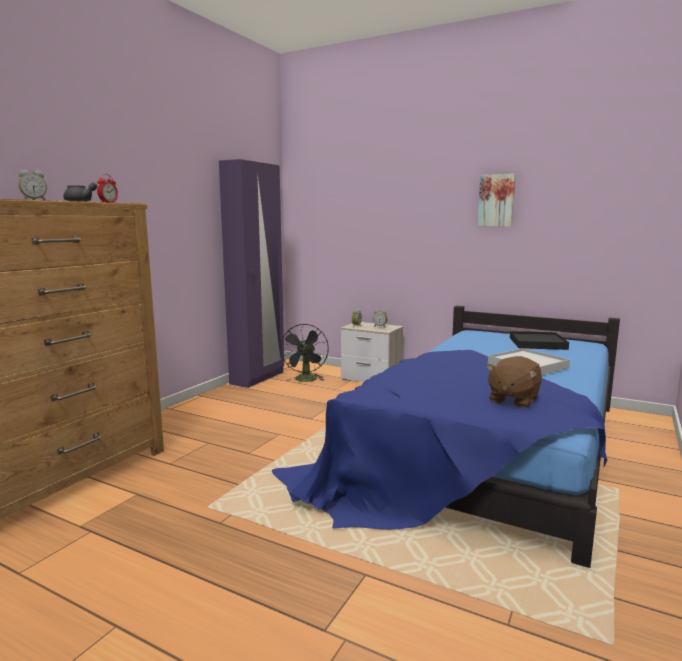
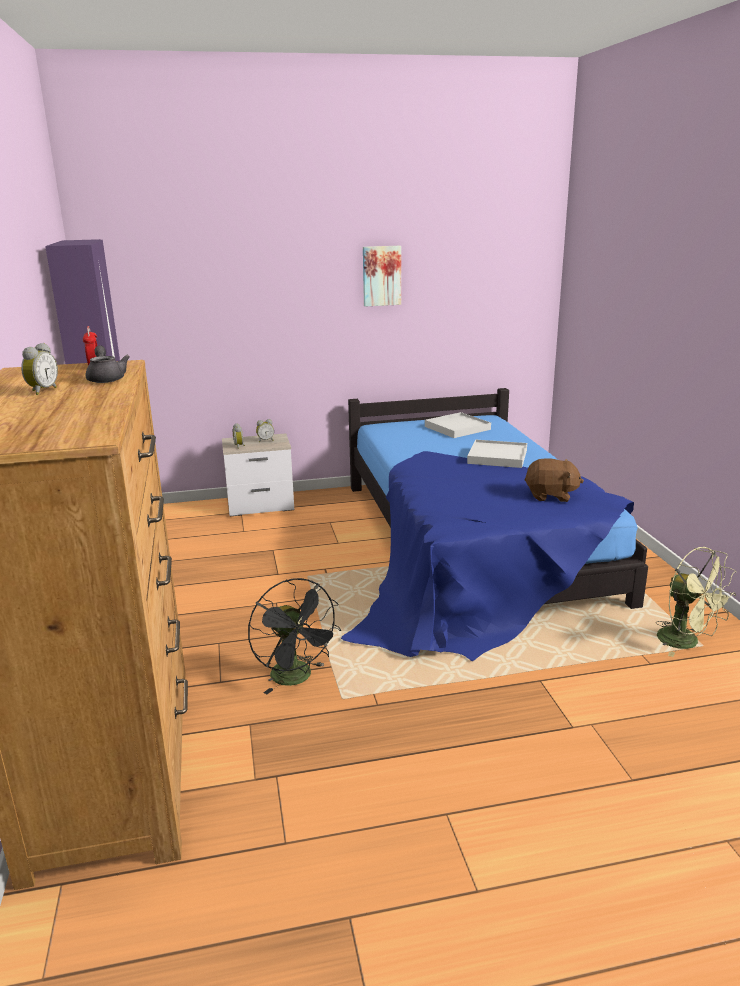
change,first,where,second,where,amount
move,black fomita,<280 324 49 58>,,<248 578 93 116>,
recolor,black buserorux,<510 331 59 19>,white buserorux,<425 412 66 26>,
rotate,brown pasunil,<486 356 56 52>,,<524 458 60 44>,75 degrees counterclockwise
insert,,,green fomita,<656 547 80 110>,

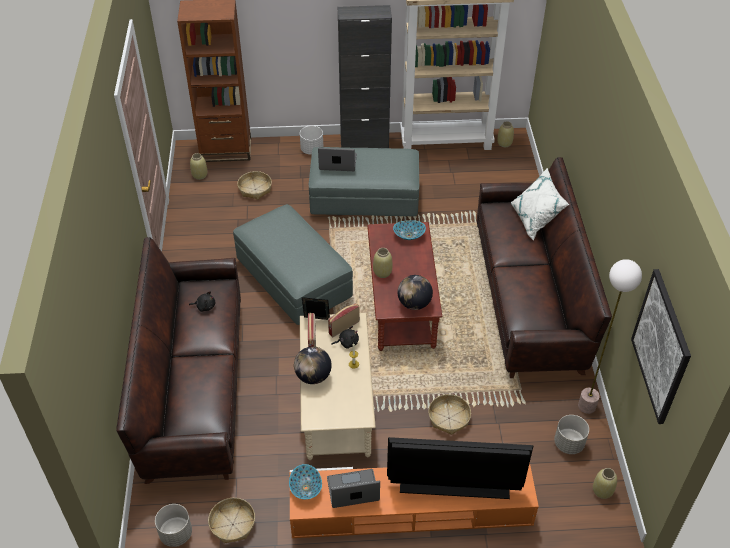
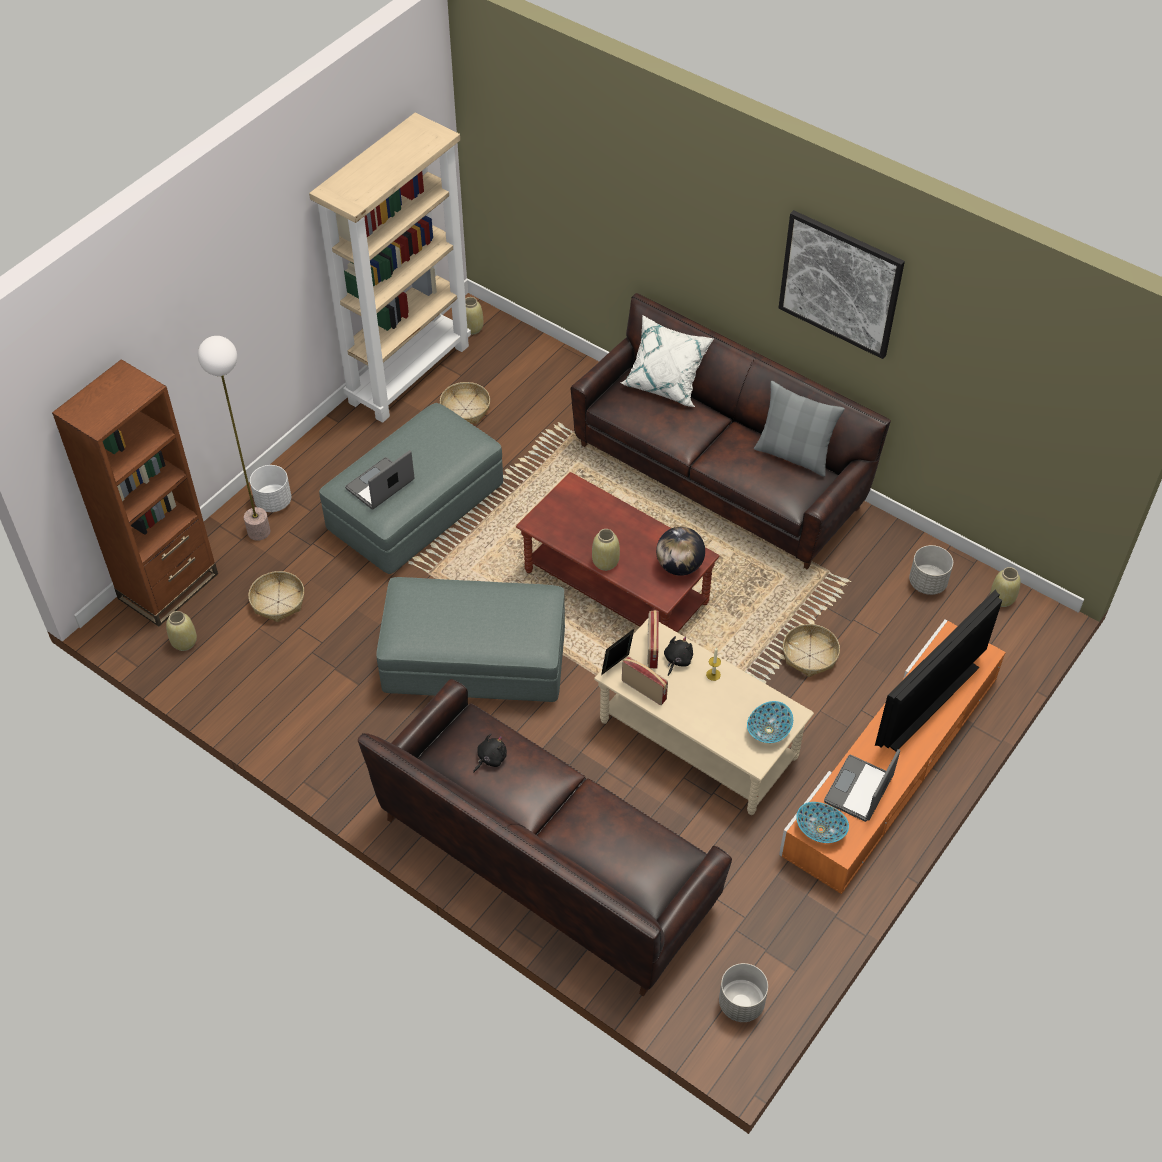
change,first,where,second,where,amount
move,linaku,<578 259 64 155>,,<198 336 72 205>,
move,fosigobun,<208 498 47 45>,,<440 382 50 42>,
move,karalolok,<393 220 33 20>,,<747 701 46 42>,
insert,,,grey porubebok,<754 381 91 96>,
move,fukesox,<631 269 60 155>,,<778 210 127 149>,
delete,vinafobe,<294 346 38 38>,,,
delete,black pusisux,<338 5 54 143>,,,

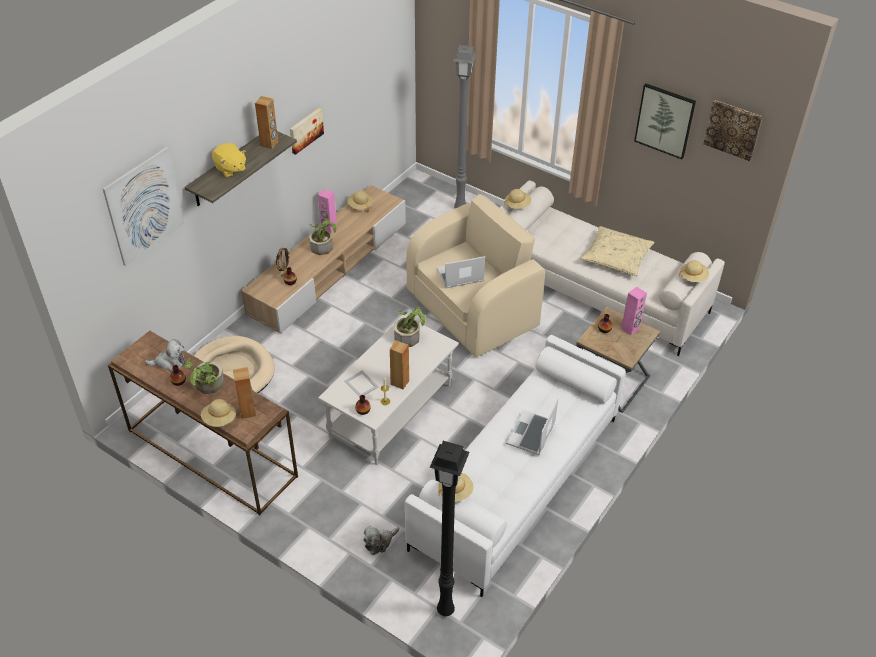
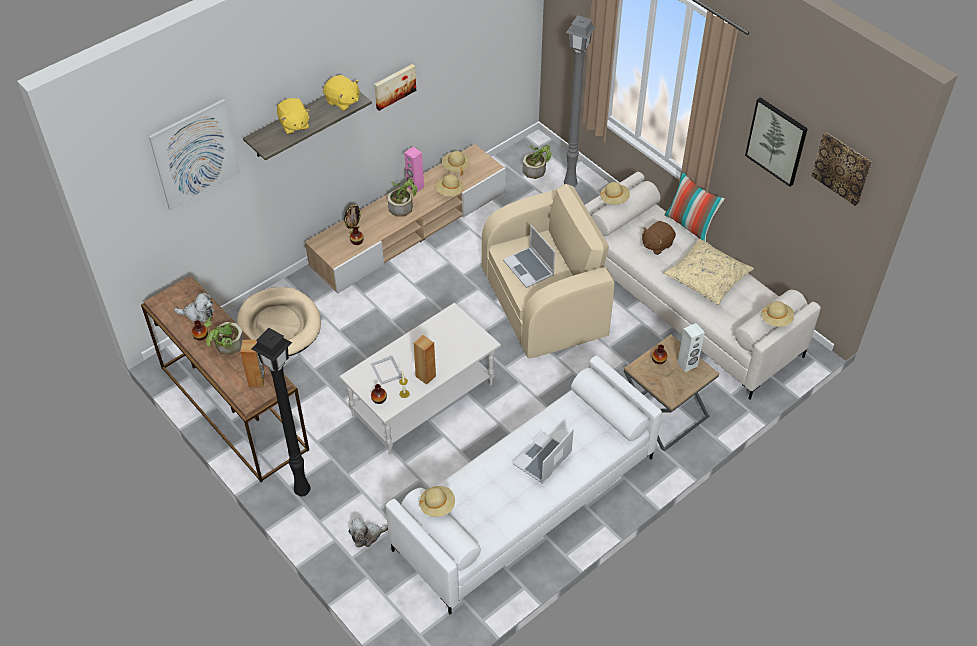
change,first,where,second,where,amount
move,black linaku,<430 441 40 176>,,<252 328 59 168>,
replace,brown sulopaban,<255 96 23 53>,yellow pasunil,<323 75 36 36>,
move,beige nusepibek,<201 399 35 28>,,<435 174 29 22>,
rotate,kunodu,<437 256 48 32>,,<503 225 52 63>,120 degrees counterclockwise
move,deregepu,<394 307 32 40>,,<523 144 29 35>,
insert,,,brown pasunil,<642 221 34 34>,
insert,,,porubebok,<664 171 61 71>,
recolor,pink sulopaban,<621 287 26 48>,white sulopaban,<677 323 28 49>,

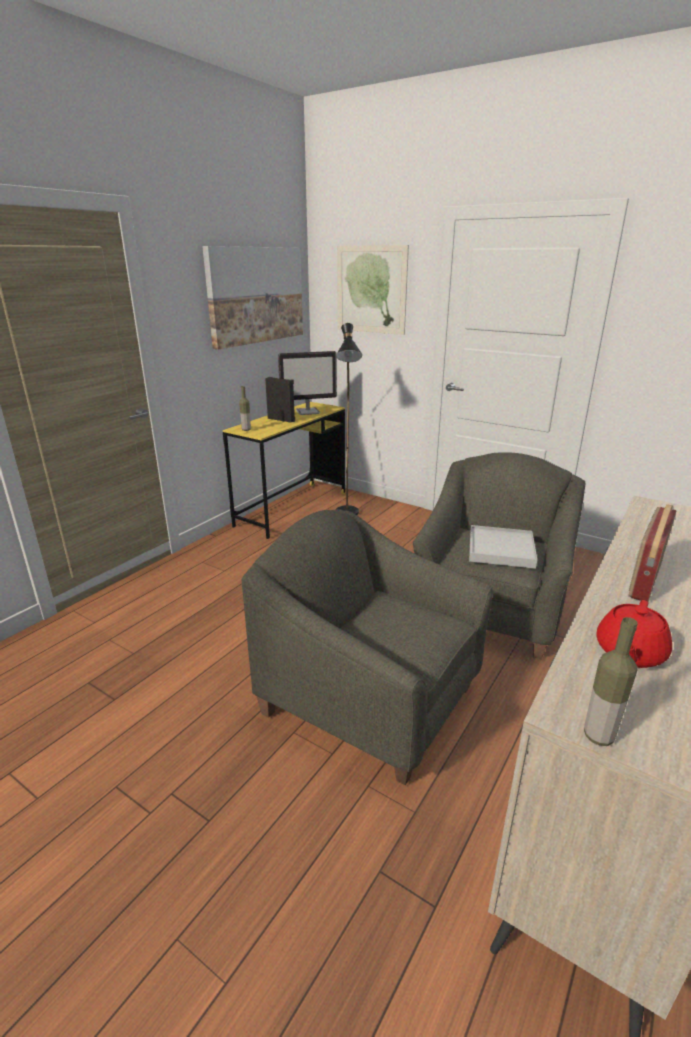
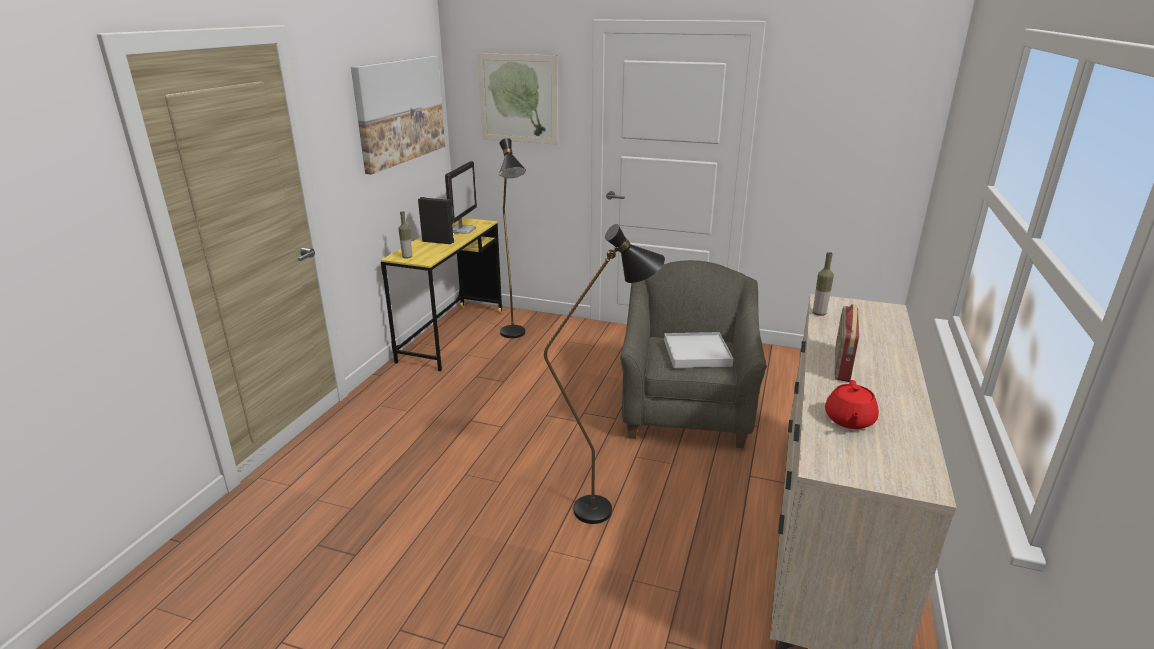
change,first,where,second,where,amount
rotate,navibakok,<278 351 59 64>,,<445 161 32 73>,45 degrees counterclockwise
replace,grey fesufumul,<241 509 252 276>,black linaku,<544 224 121 300>,
move,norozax,<584 617 54 129>,,<813 252 21 64>,

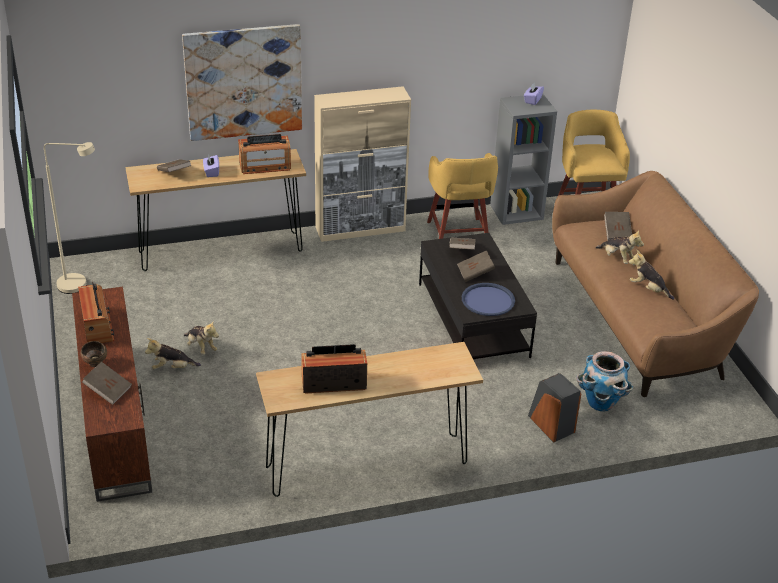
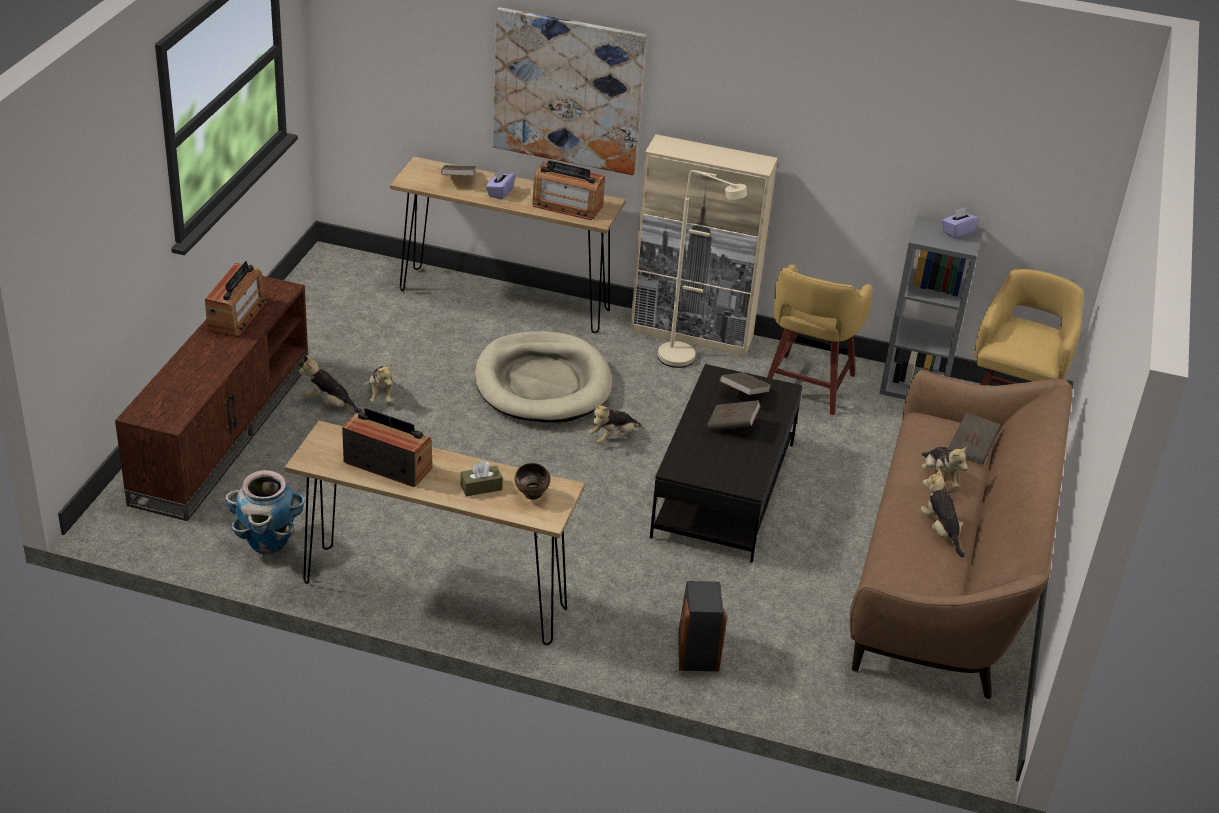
change,first,where,second,where,amount
move,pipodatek,<576 351 57 61>,,<225 470 80 84>,
insert,,,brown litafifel,<460 461 43 35>,
insert,,,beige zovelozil,<475 331 137 92>,
move,brown karalolok,<81 341 26 26>,,<514 463 36 37>,
insert,,,pasunil,<589 405 52 39>,
move,beige linaku,<44 142 51 152>,,<658 170 89 198>,
delete,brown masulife,<82 362 50 43>,,,
delete,blue buserorux,<462 283 53 33>,,,

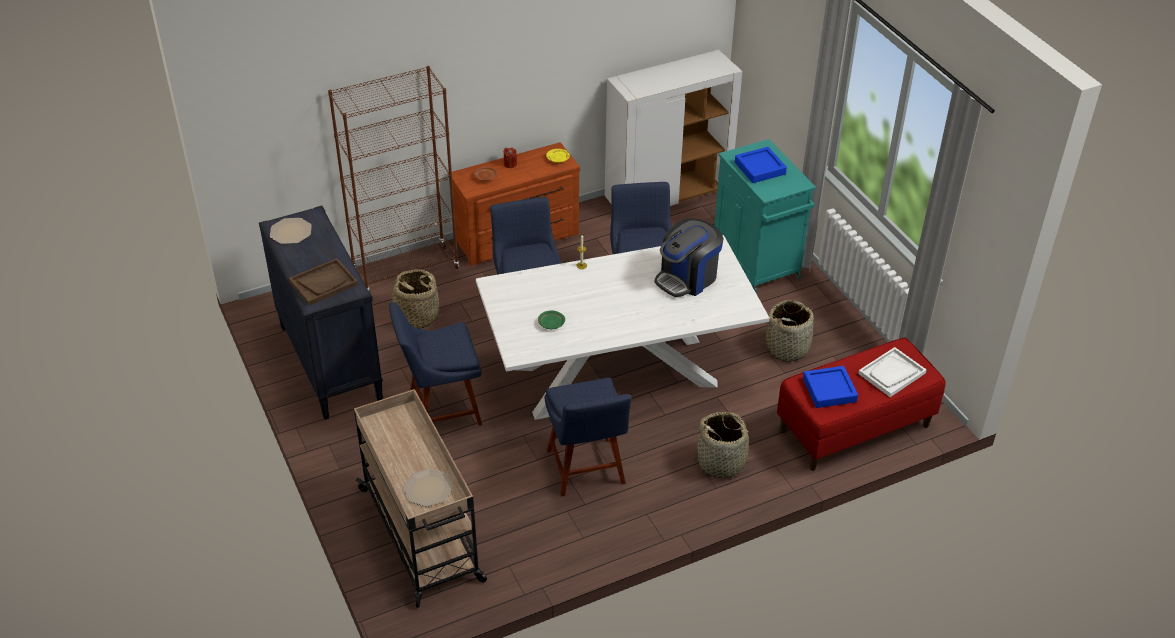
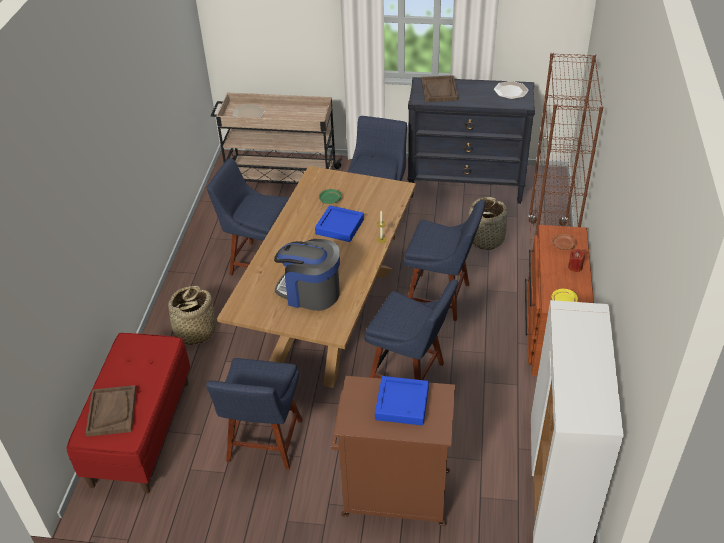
change,first,where,second,where,amount
recolor,white buserorux,<858 347 69 50>,brown buserorux,<86 385 50 52>,
replace,fosigobun,<766 300 52 62>,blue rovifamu,<206 358 97 112>,
recolor,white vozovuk,<476 235 294 185>,brown vozovuk,<217 166 199 222>,
rotate,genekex,<654 218 70 79>,,<274 239 66 72>,60 degrees counterclockwise
move,blue buserorux,<803 366 55 42>,,<315 205 49 37>,
recolor,turquoise pusisux,<714 139 102 153>,brown pusisux,<331 376 124 150>,

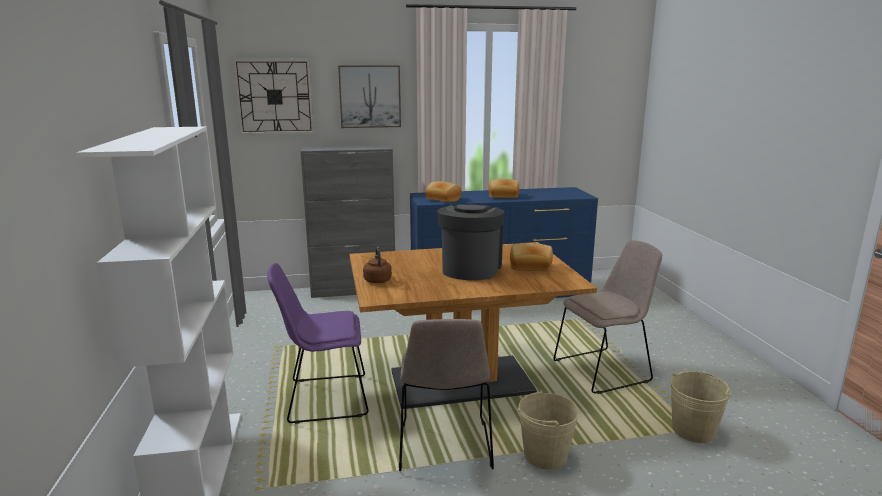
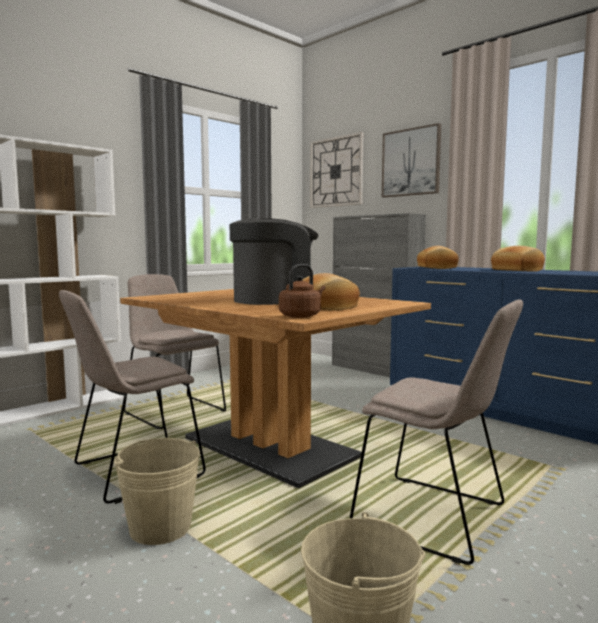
change,first,where,second,where,amount
recolor,purple rovifamu,<267 263 102 161>,beige rovifamu,<124 274 102 155>,
move,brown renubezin,<363 246 29 37>,,<279 264 46 54>,

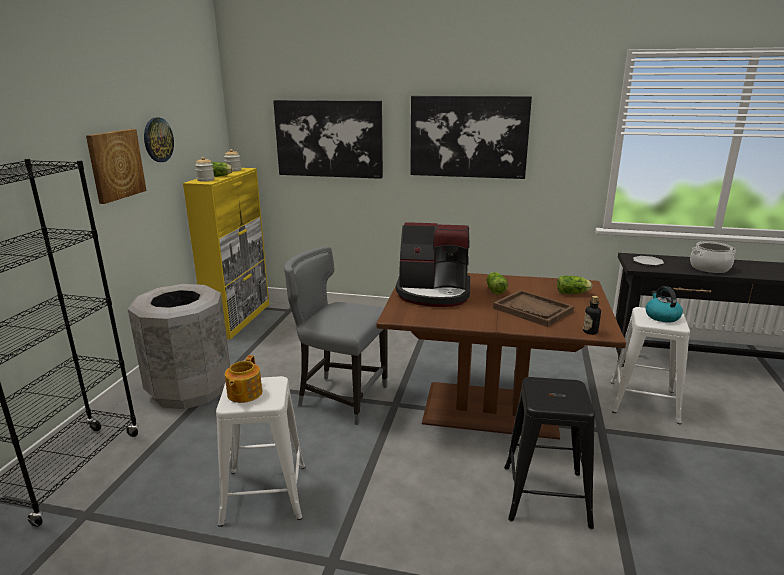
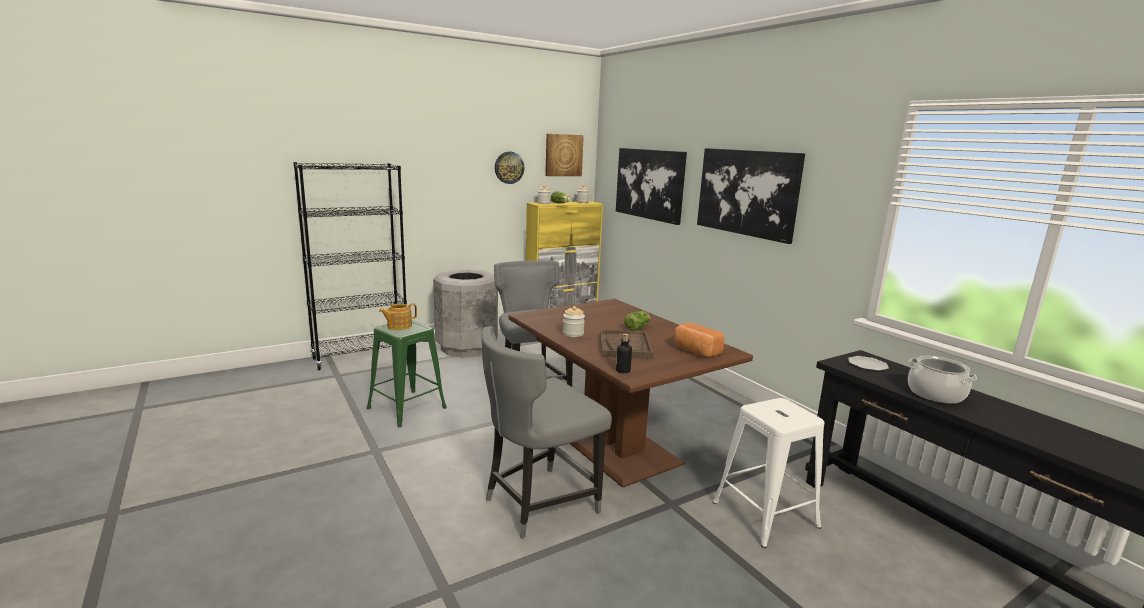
change,first,where,second,where,amount
recolor,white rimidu,<216 376 90 151>,green rimidu,<367 320 80 107>,
replace,black rimidu,<504 377 91 152>,grey rovifamu,<481 326 131 213>,
move,fukesox,<86 129 60 75>,,<545 134 39 42>,
insert,,,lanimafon,<563 306 22 31>,
replace,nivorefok,<557 276 35 18>,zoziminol,<674 322 50 35>,
delete,genekex,<396 222 74 85>,,,
delete,renubezin,<645 286 38 36>,,,

